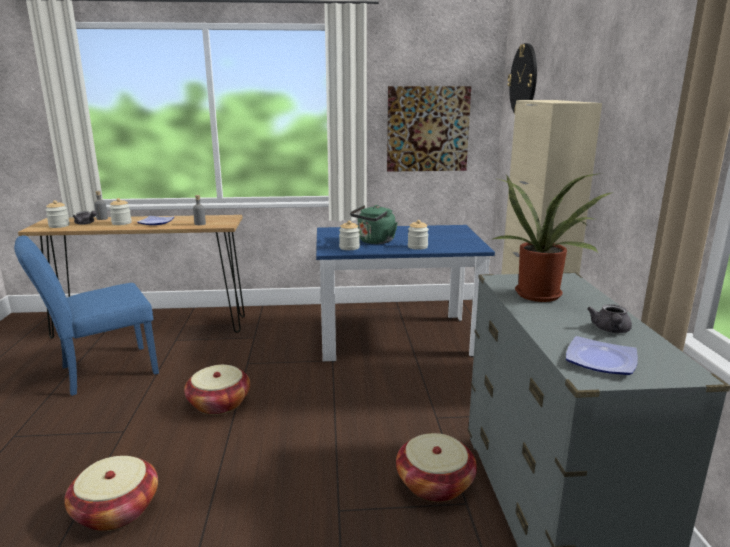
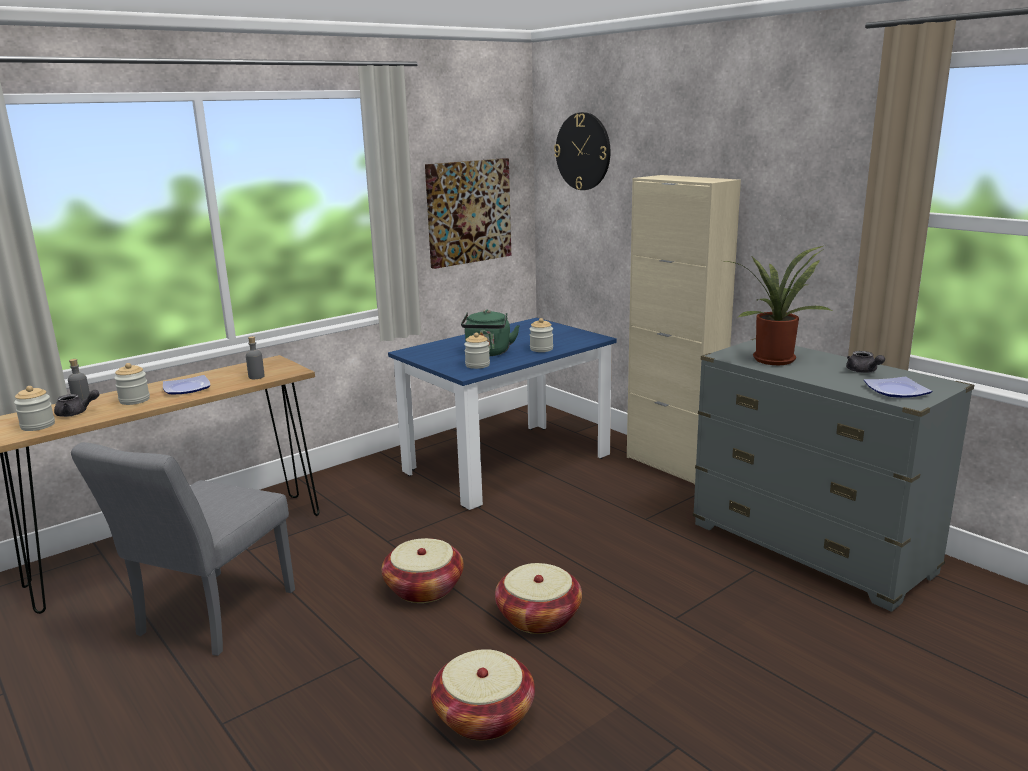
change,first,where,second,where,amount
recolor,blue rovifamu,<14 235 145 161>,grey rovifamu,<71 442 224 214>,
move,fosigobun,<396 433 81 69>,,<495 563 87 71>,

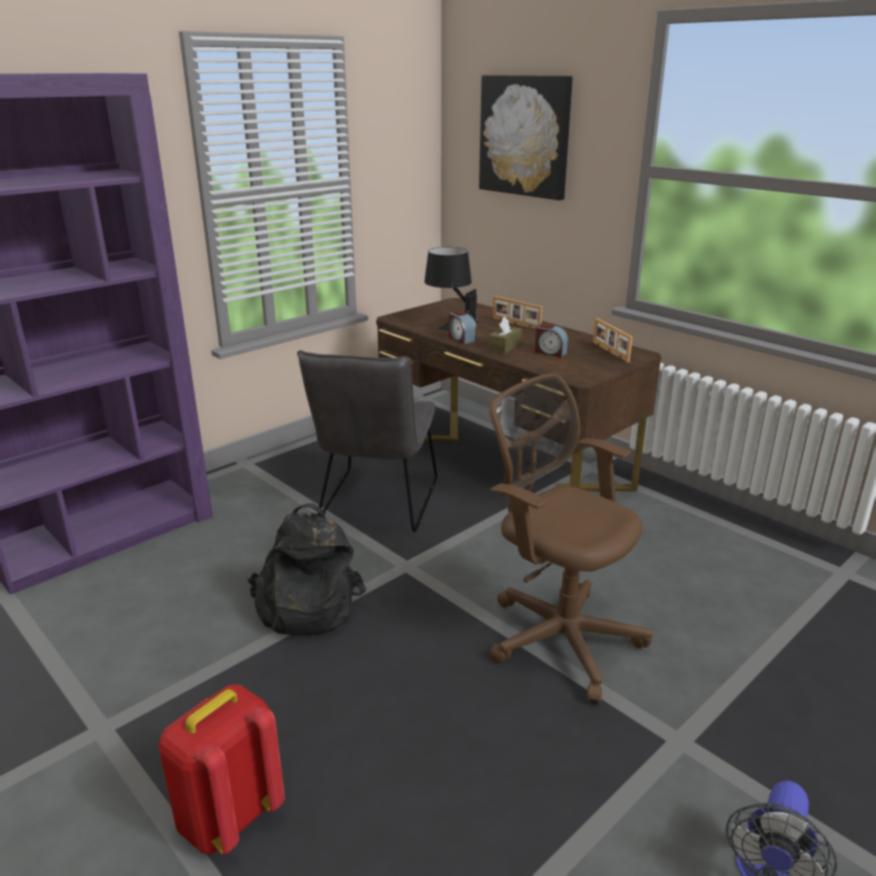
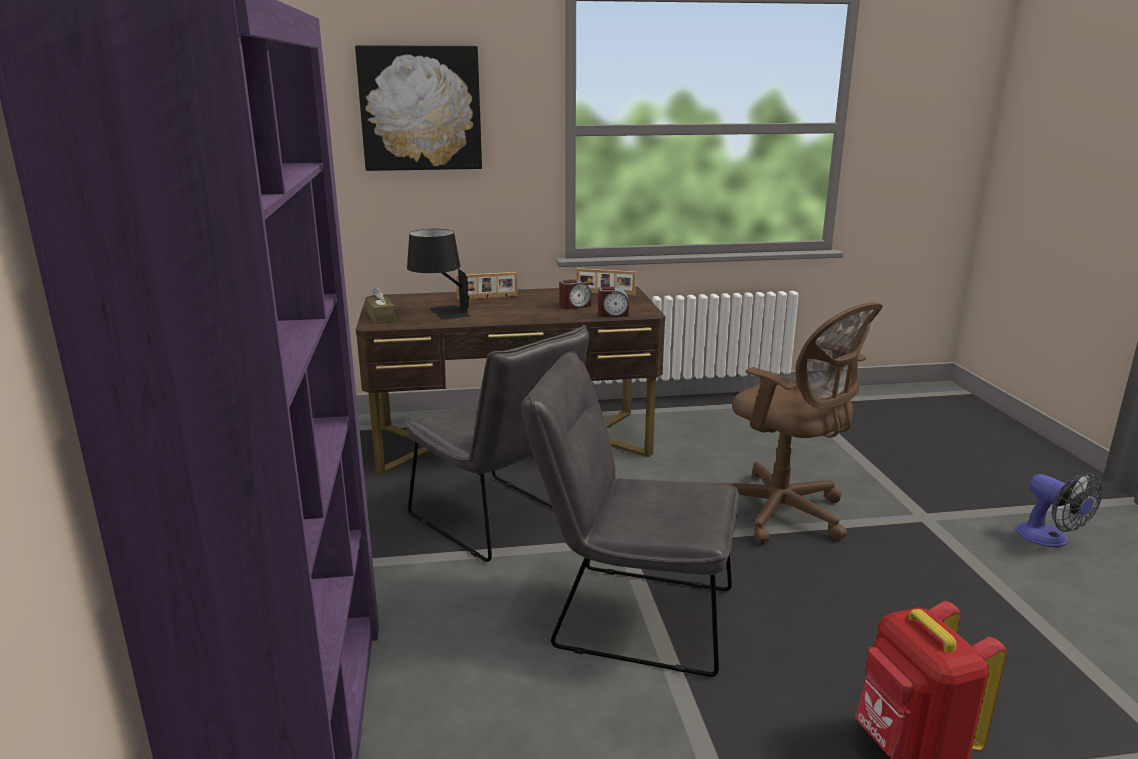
change,first,where,second,where,amount
move,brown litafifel,<488 317 34 37>,,<367 286 29 38>,
replace,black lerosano,<247 503 119 132>,grey rovifamu,<521 351 218 326>,
move,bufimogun,<449 311 27 33>,,<598 287 31 30>,
rotate,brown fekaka,<489 374 164 330>,,<719 302 164 242>,120 degrees counterclockwise

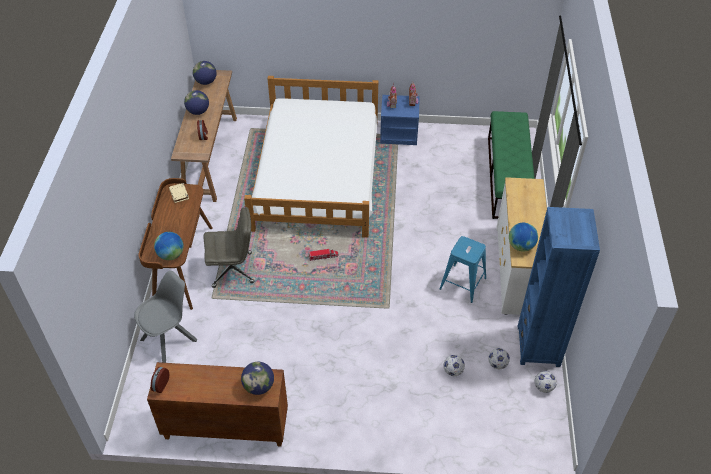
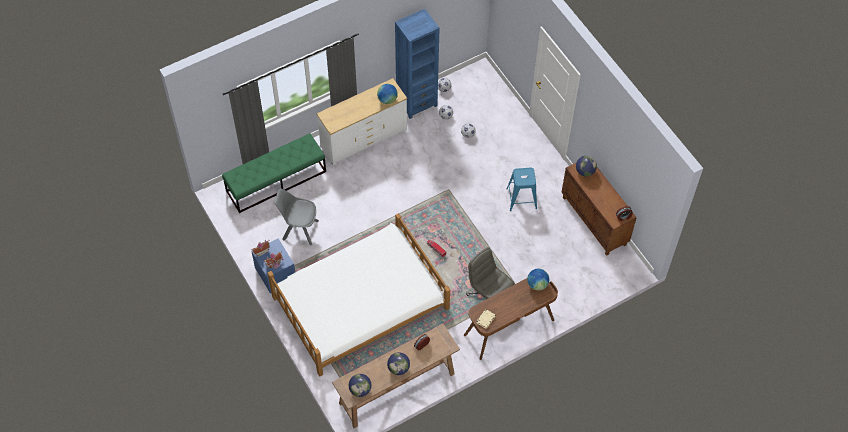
change,first,where,second,where,amount
move,grey rovifamu,<134 271 63 92>,,<274 189 45 57>,
move,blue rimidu,<439 236 47 67>,,<506 168 31 43>,

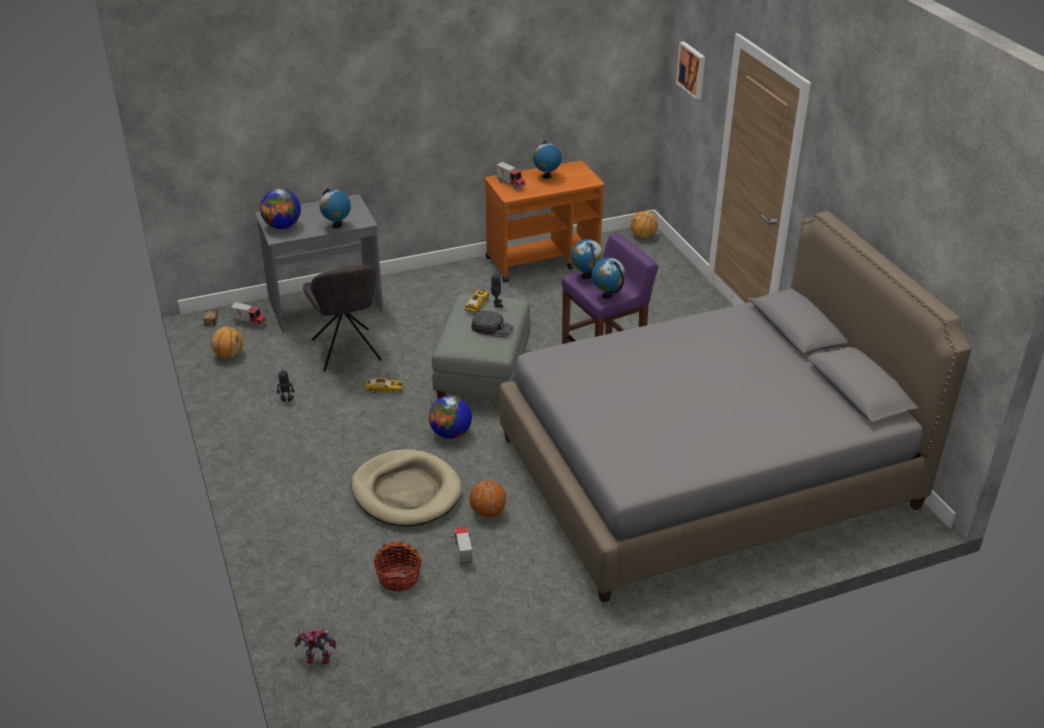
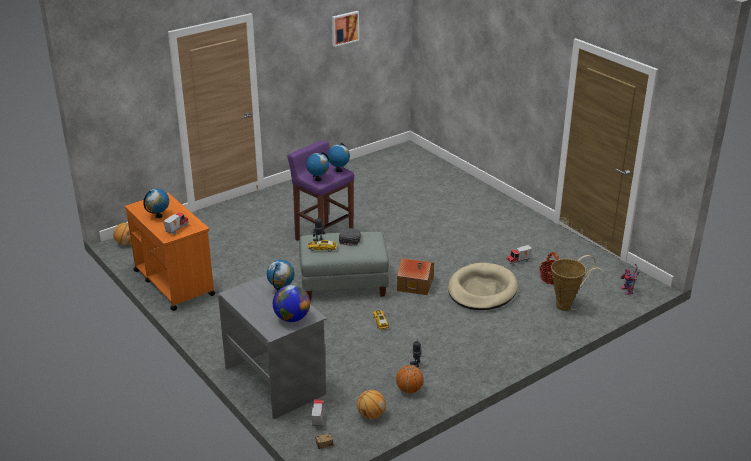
change,first,where,second,where,amount
move,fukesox,<676 41 29 59>,,<332 11 27 36>,
move,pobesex,<470 480 36 37>,,<396 365 28 28>,
replace,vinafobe,<429 395 43 44>,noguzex,<397 258 37 37>,
insert,,,fosigobun,<551 255 53 56>,
delete,grey rovifamu,<303 265 79 107>,,,
delete,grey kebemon,<500 211 471 392>,,,

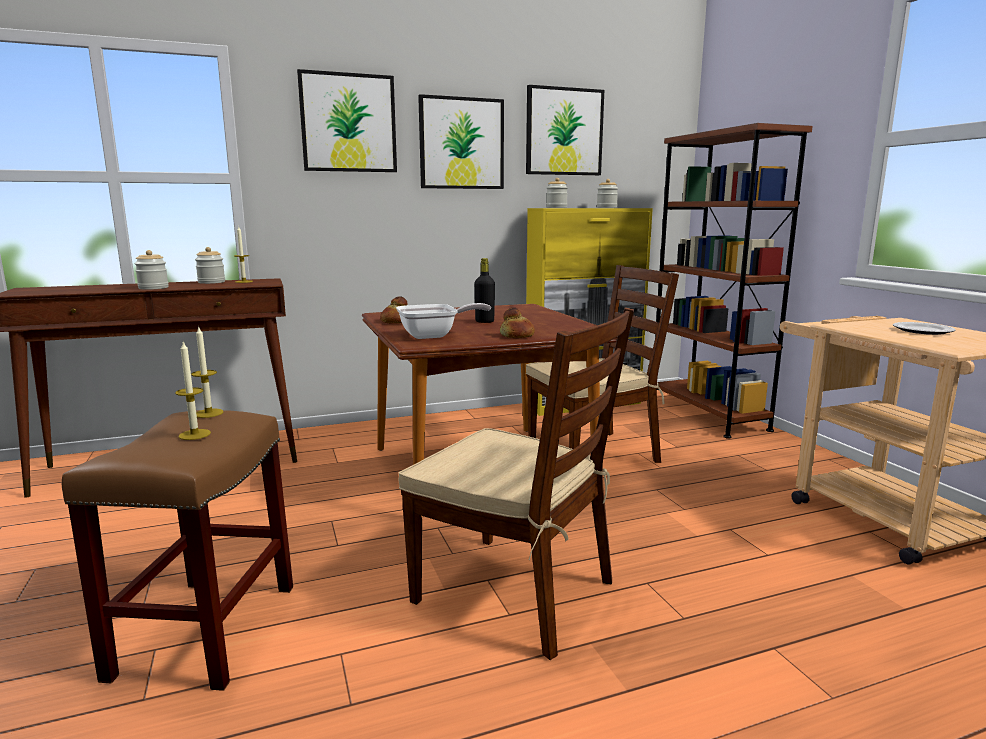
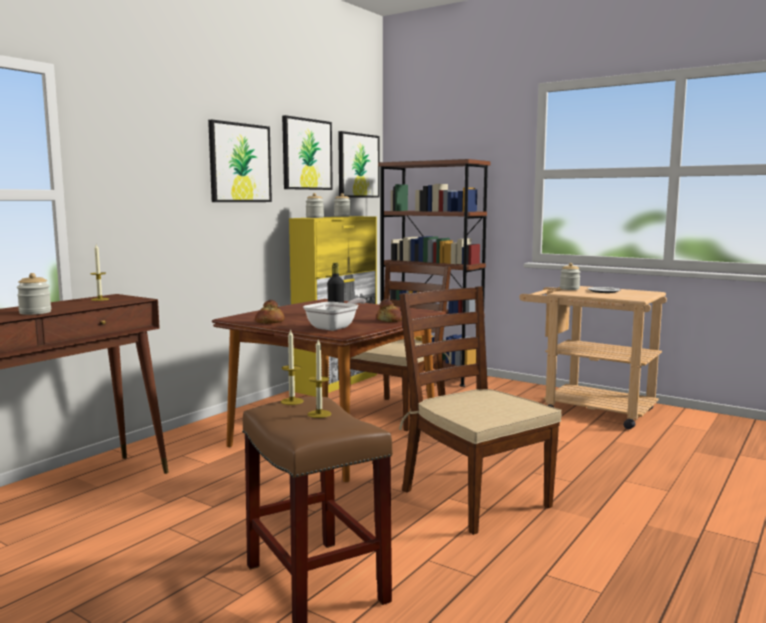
change,first,where,second,where,amount
move,fukesox,<297 69 100 103>,,<338 131 42 67>,
rotate,brown rovifamu,<398 307 236 353>,,<399 286 163 249>,120 degrees counterclockwise
move,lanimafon,<195 247 30 37>,,<560 263 20 27>,

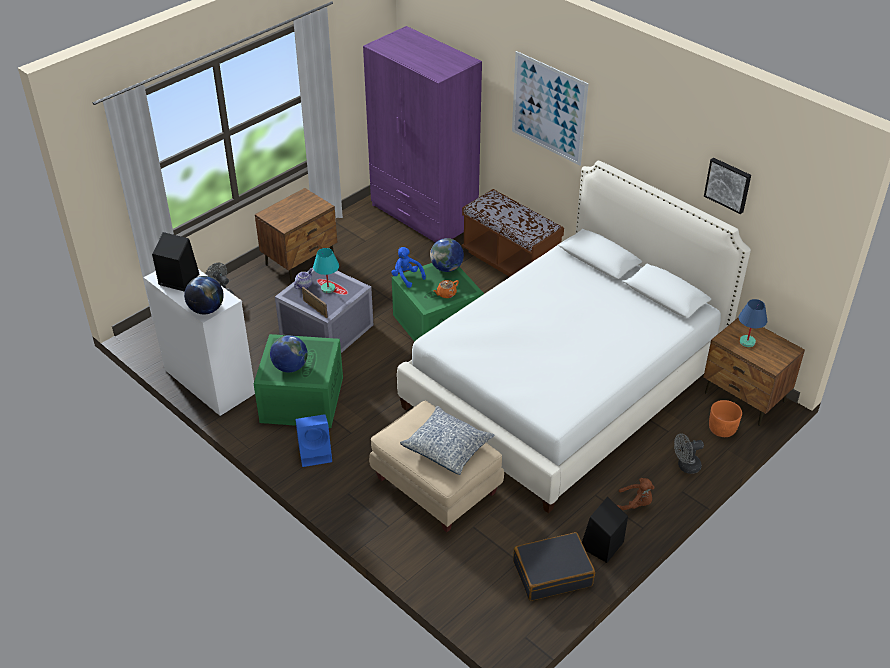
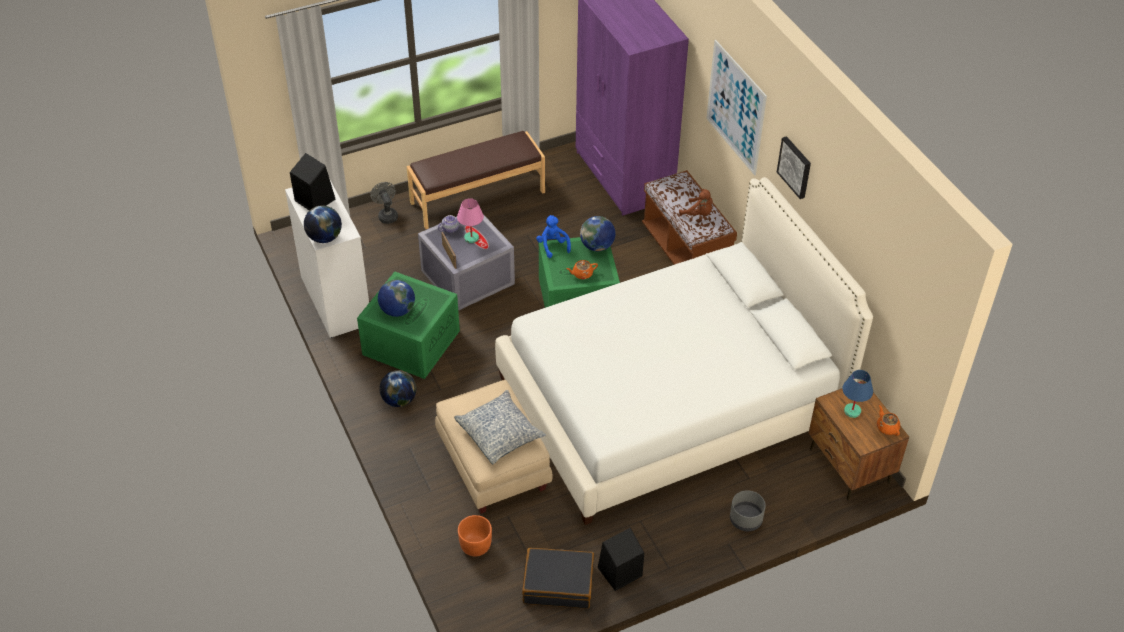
change,first,where,second,where,amount
replace,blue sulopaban,<296 414 36 53>,vinafobe,<379 370 38 37>,
replace,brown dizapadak,<255 188 82 95>,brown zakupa,<406 131 139 98>,
recolor,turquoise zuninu,<313 248 26 45>,pink zuninu,<457 198 27 45>,
move,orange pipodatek,<709 400 33 37>,,<458 515 34 41>,
move,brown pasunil,<617 478 37 32>,,<679 189 34 26>,
replace,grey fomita,<674 433 30 41>,grey pipodatek,<730 490 36 41>,
move,fukesox,<704 158 47 56>,,<777 136 34 63>,
insert,,,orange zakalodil,<877 405 23 31>,

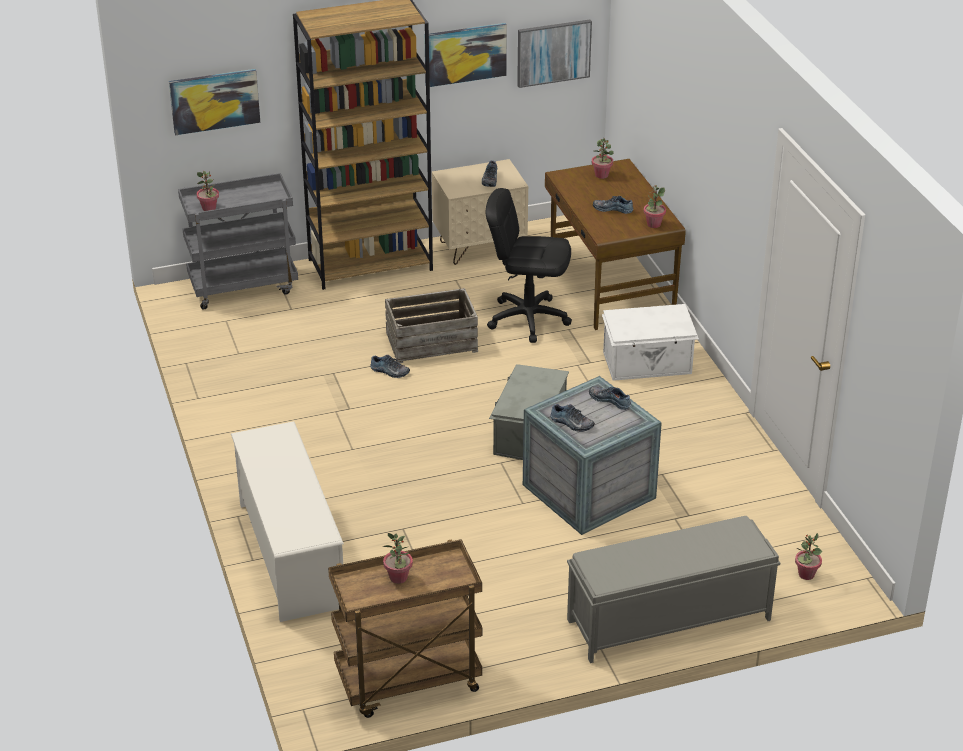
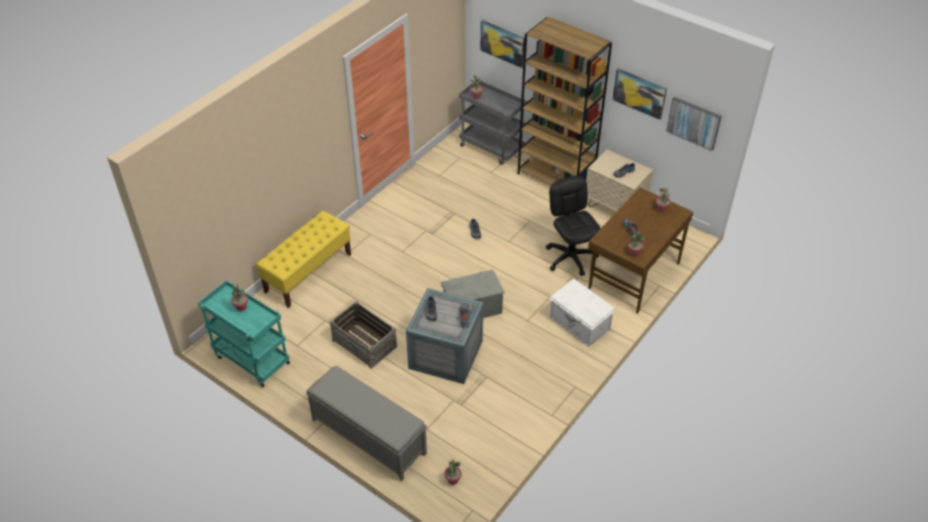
change,first,where,second,where,amount
recolor,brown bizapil,<328 539 154 179>,turquoise bizapil,<198 280 92 107>,
replace,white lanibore,<231 421 113 201>,yellow zakupa,<256 211 95 97>,
move,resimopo,<385 288 93 75>,,<330 301 67 68>,

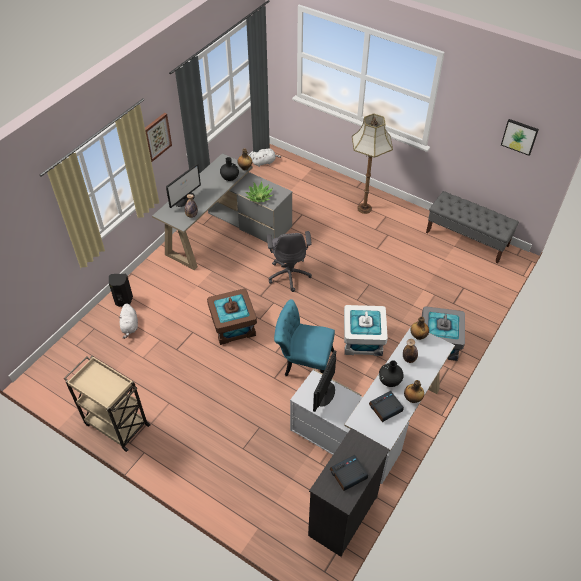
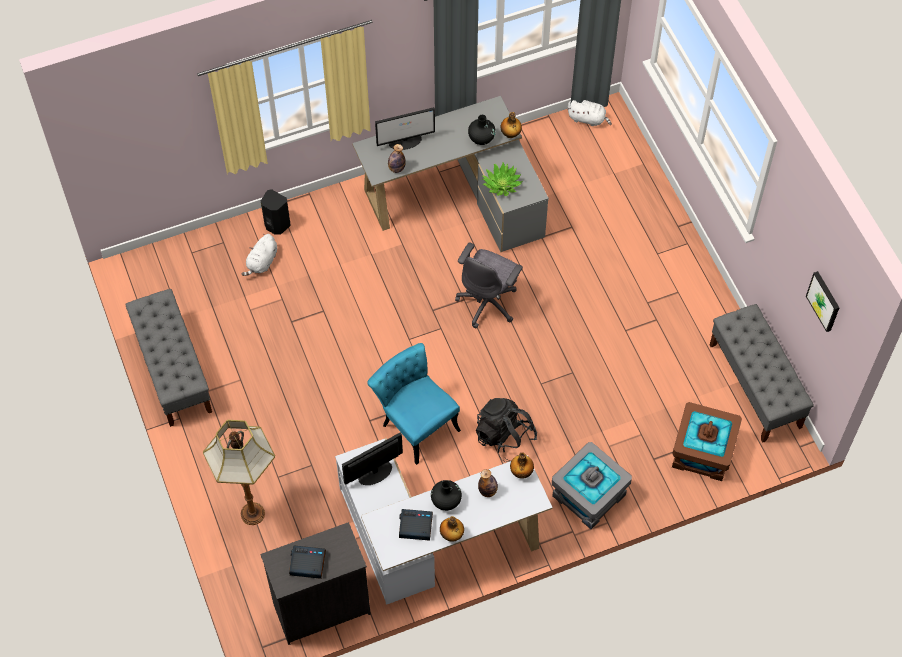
change,first,where,second,where,amount
replace,beige bizapil,<64 356 87 96>,grey zakupa,<125 289 87 138>,
move,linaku,<352 114 41 100>,,<203 420 72 105>,
replace,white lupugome,<344 305 44 51>,black lerosano,<476 398 61 64>,
move,brown lupugome,<207 289 50 56>,,<672 402 70 79>,
delete,fukesox,<145 113 27 49>,,,

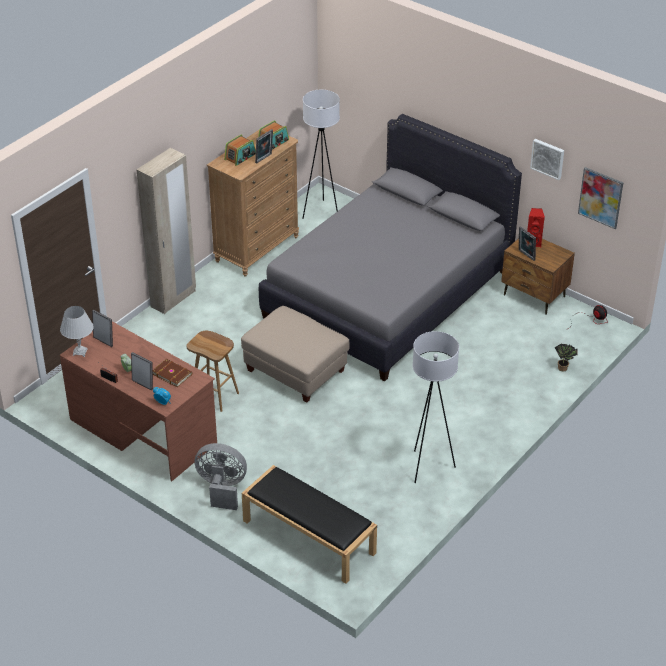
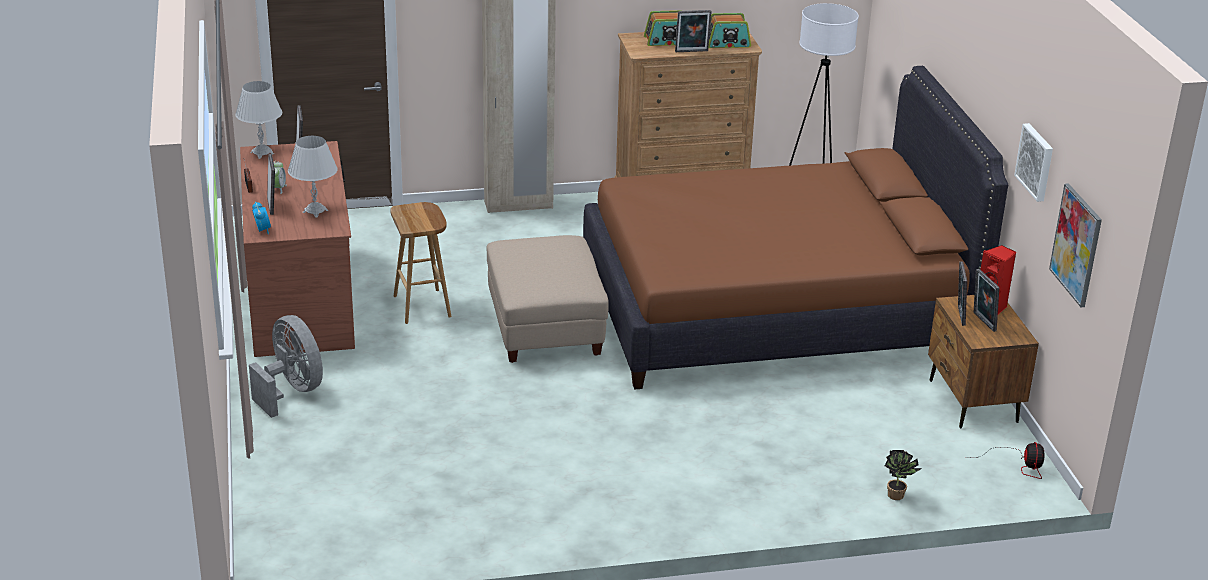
change,first,where,second,where,amount
replace,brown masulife,<153 359 39 28>,white zuninu,<288 136 49 82>,
recolor,grey kebemon,<259 114 263 267>,brown kebemon,<583 66 425 324>,
insert,,,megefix,<973 269 26 63>,
delete,black zakupa,<242 465 135 118>,,,
delete,white linaku,<412 331 47 152>,,,

